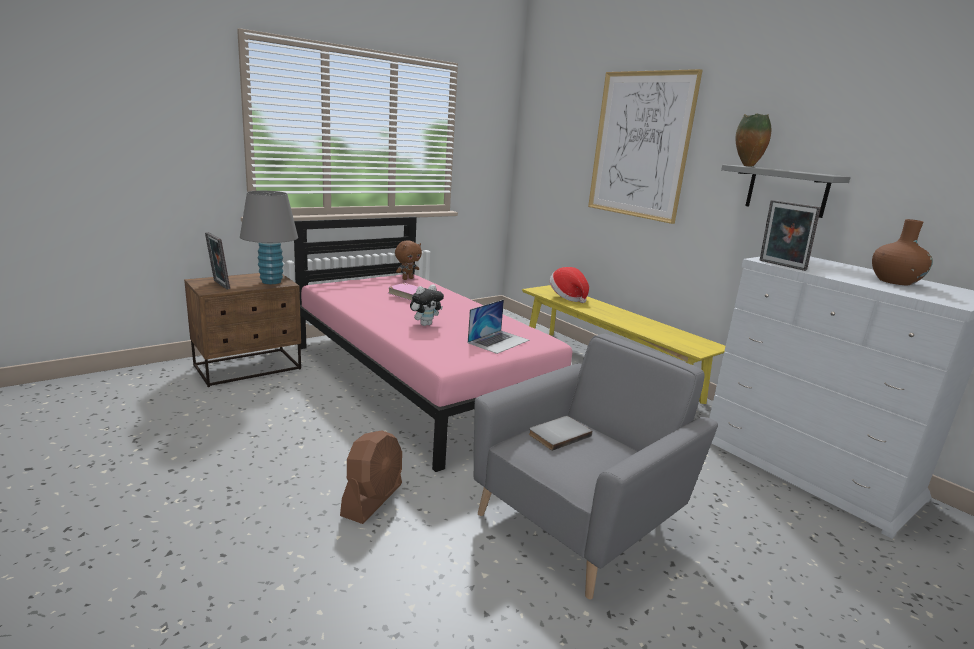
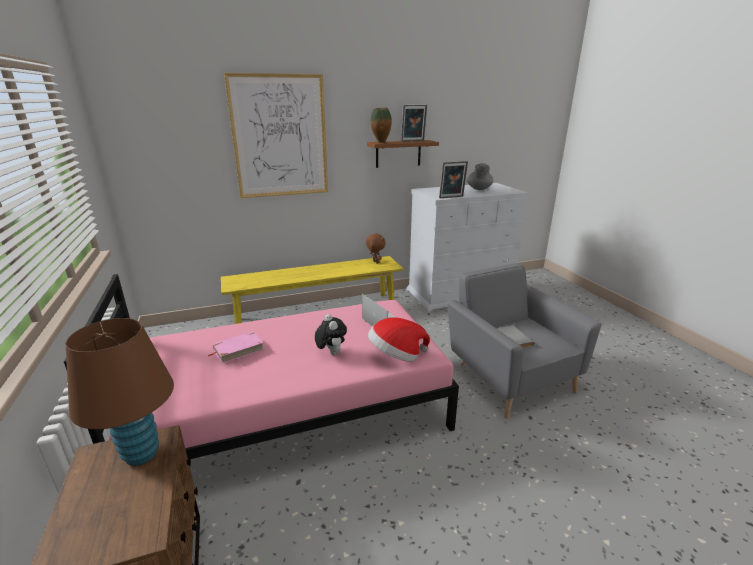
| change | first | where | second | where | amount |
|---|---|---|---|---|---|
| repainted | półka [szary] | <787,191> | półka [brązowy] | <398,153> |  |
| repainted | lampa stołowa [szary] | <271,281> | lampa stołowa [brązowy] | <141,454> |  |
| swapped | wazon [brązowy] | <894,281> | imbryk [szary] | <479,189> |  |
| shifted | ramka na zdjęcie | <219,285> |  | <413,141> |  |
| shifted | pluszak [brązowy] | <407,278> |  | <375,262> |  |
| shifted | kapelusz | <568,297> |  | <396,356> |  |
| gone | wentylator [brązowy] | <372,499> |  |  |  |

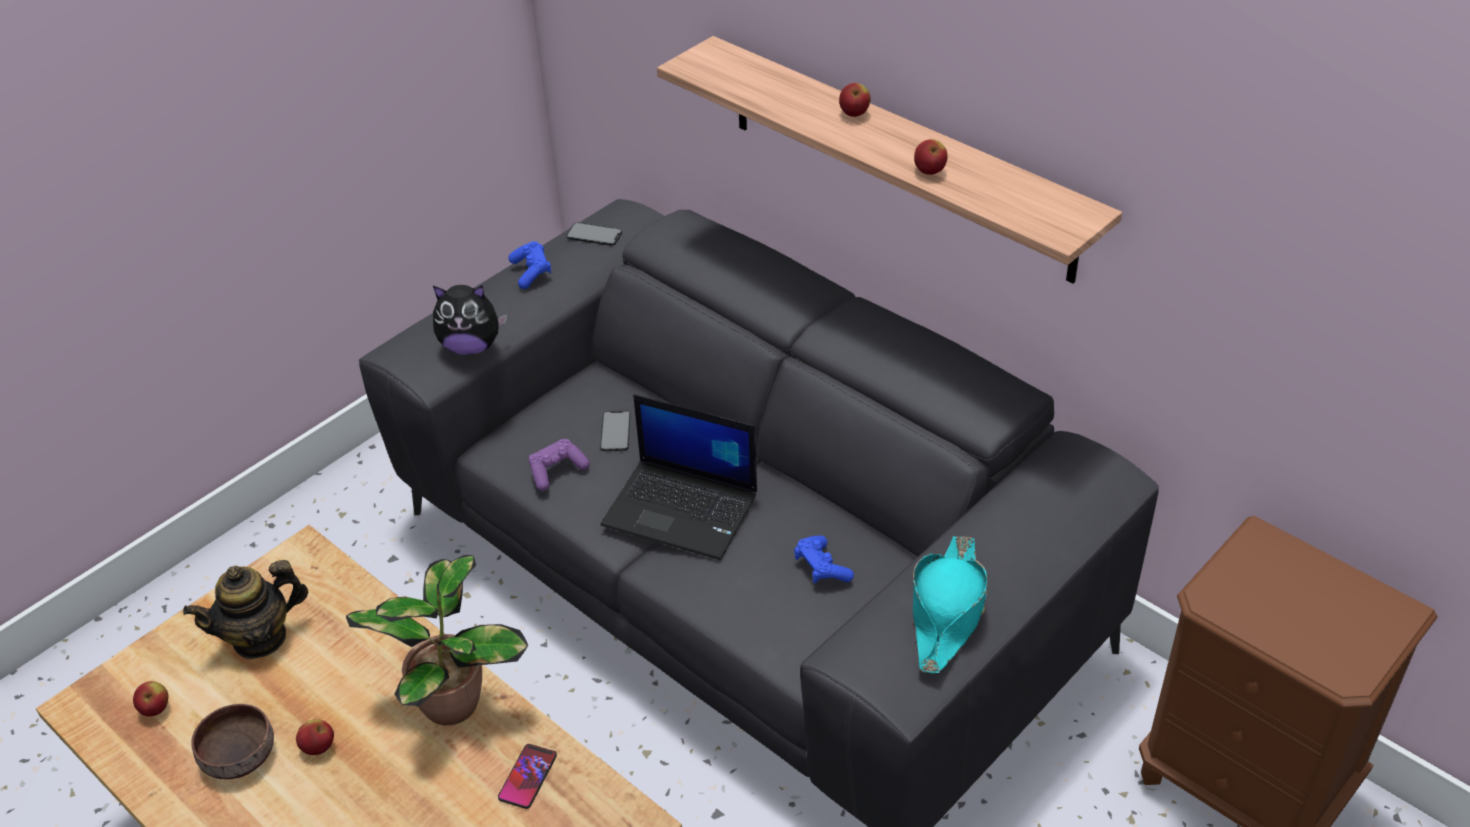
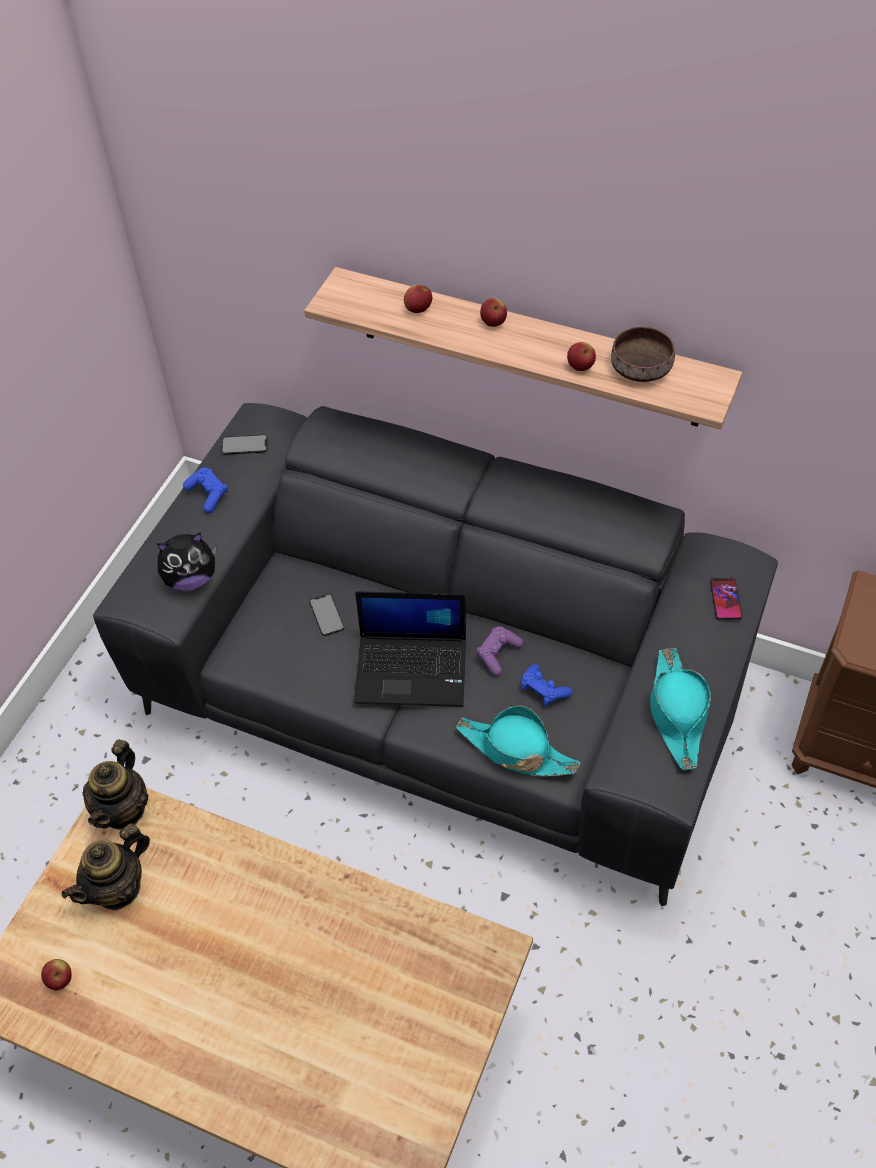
| change | first | where | second | where | amount |
|---|---|---|---|---|---|
| shifted | pad do gier [fioletowy] | <557,471> |  | <498,654> |  |
| gone | roślina doniczkowa | <454,700> |  |  |  |
| shifted | miska [brązowy] | <238,754> |  | <639,368> |  |
| shifted | jabłko | <318,747> |  | <418,309> |  |
| shifted | telefon | <527,777> |  | <725,599> |  |
| new |  |  | kapelusz [turkusowy] | <516,750> |  |
| new |  |  | imbryk | <123,809> |  |

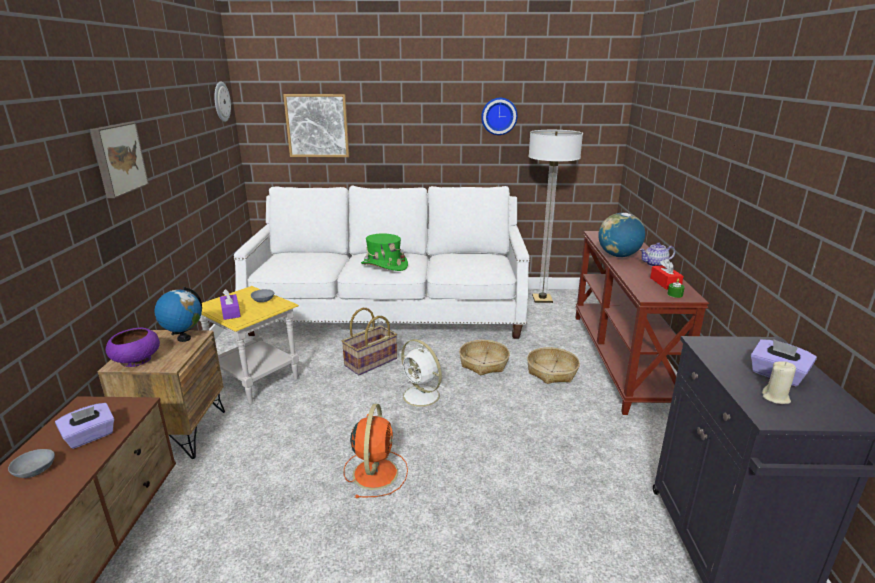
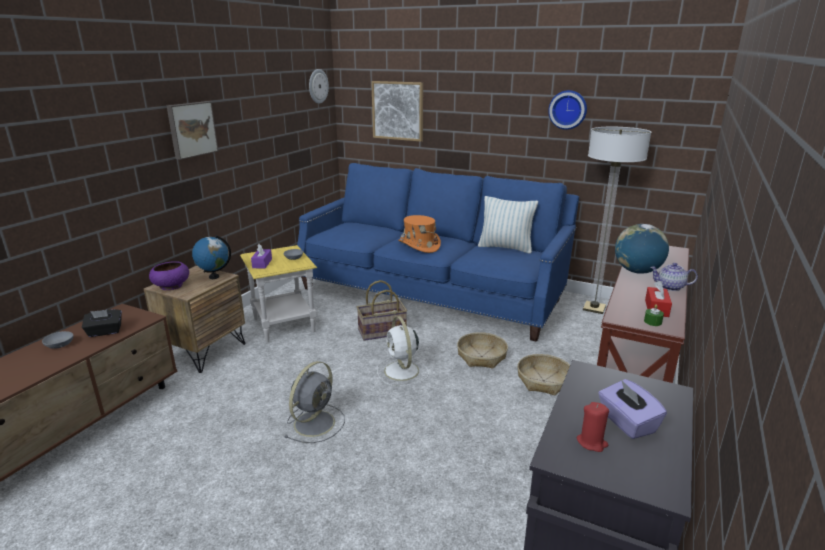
| change | first | where | second | where | amount |
|---|---|---|---|---|---|
| repainted | kanapa [biały] | <390,312> | kanapa [niebieski] | <432,292> |  |
| repainted | kapelusz [zielony] | <384,265> | kapelusz [pomarańczowy] | <419,246> |  |
| repainted | świeca [beżowy] | <776,398> | świeca [czerwony] | <592,442> |  |
| repainted | pudełko chusteczek [fioletowy] | <90,436> | pudełko chusteczek [czarny] | <105,332> |  |
| repainted | wentylator [pomarańczowy] | <375,472> | wentylator [szary] | <315,422> |  |
| new |  |  | poduszka | <505,248> |  |

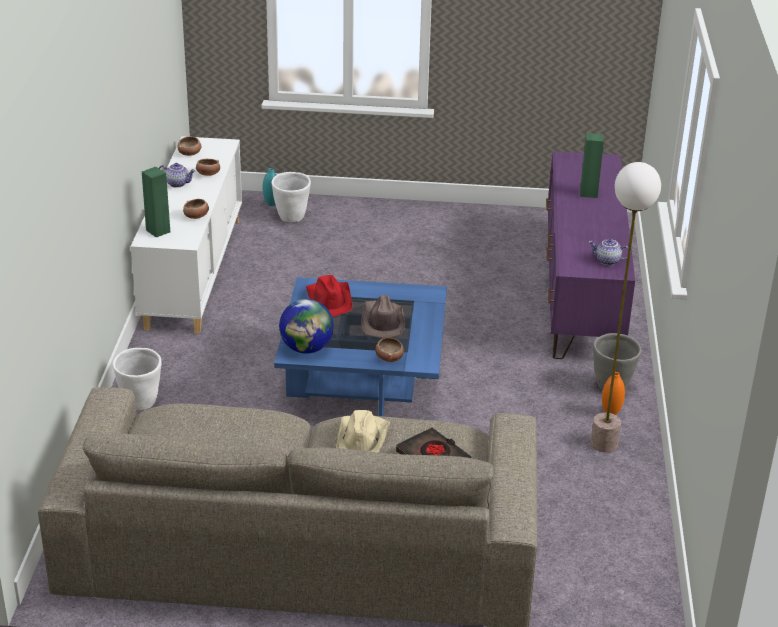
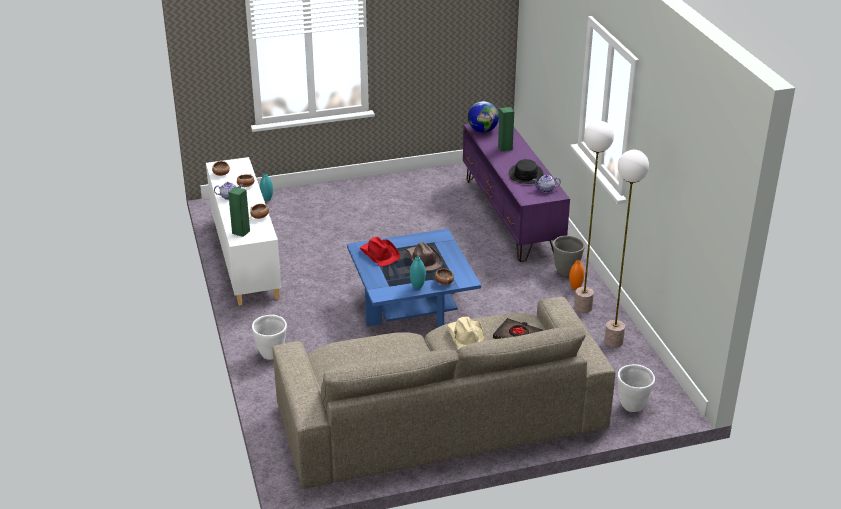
| change | first | where | second | where | amount |
|---|---|---|---|---|---|
| shifted | donica [biały] | <291,218> |  | <632,406> |  |
| shifted | globus | <307,348> |  | <483,130> |  |
| new |  |  | lampa stojąca | <613,341> |  |
| new |  |  | kapelusz [czarny] | <526,174> |  |
| new |  |  | wazon [turkusowy] | <417,287> |  |

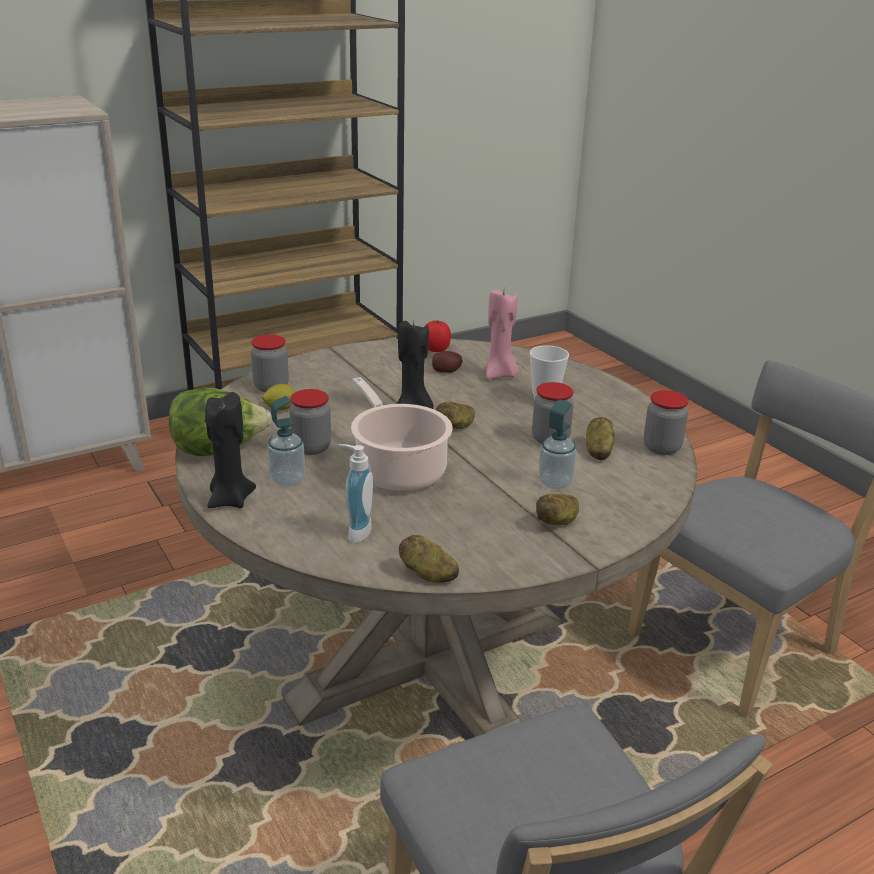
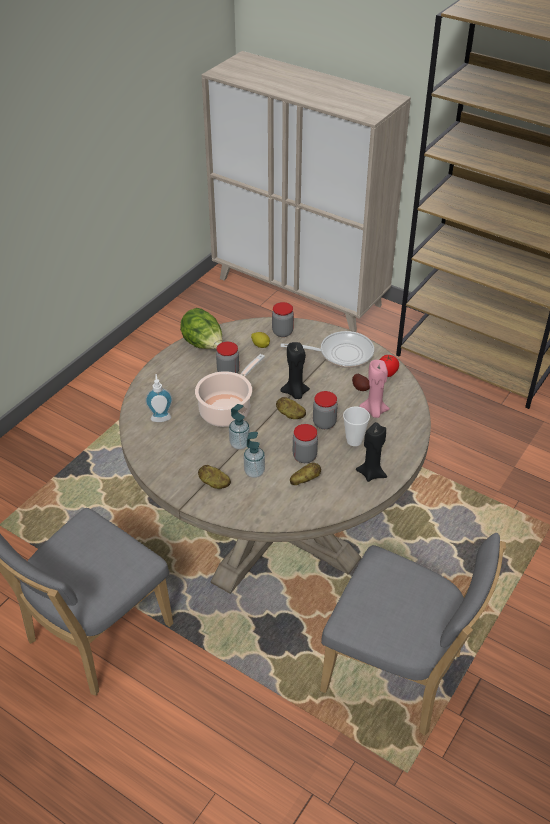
| change | first | where | second | where | amount |
|---|---|---|---|---|---|
| shifted | słoik | <662,448> |  | <324,423> |  |
| shifted | świeca [czarny] | <230,500> |  | <371,473> |  |
| shifted | dozownik mydła | <287,480> |  | <239,444> |  |
| gone | ziemniak | <427,574> |  |  |  |
| new |  |  | patelnia | <341,353> |  |

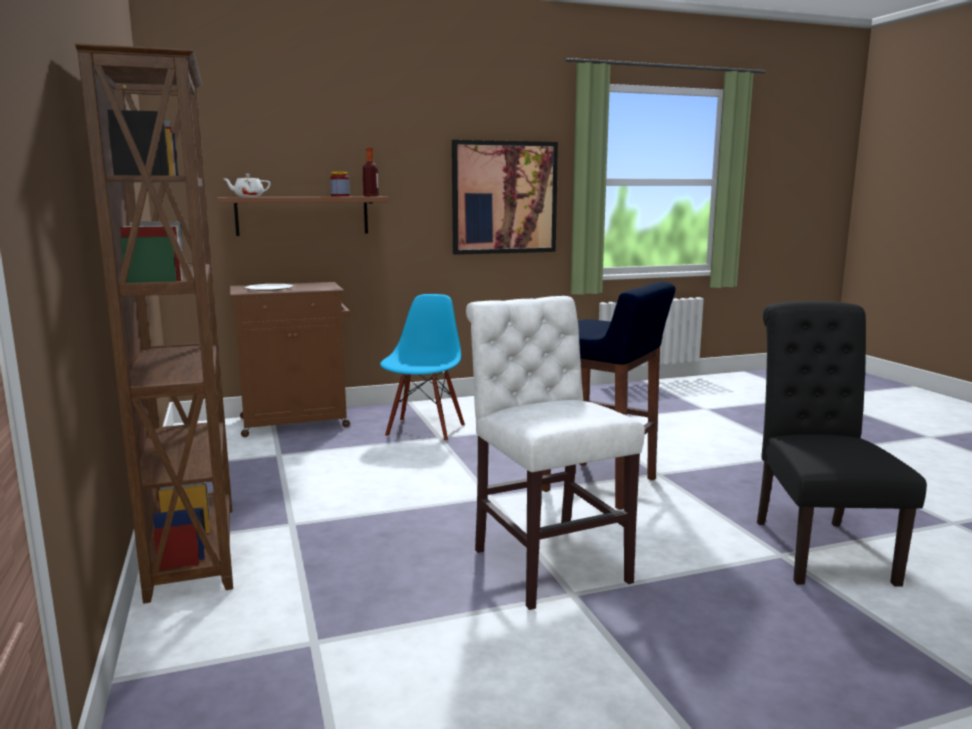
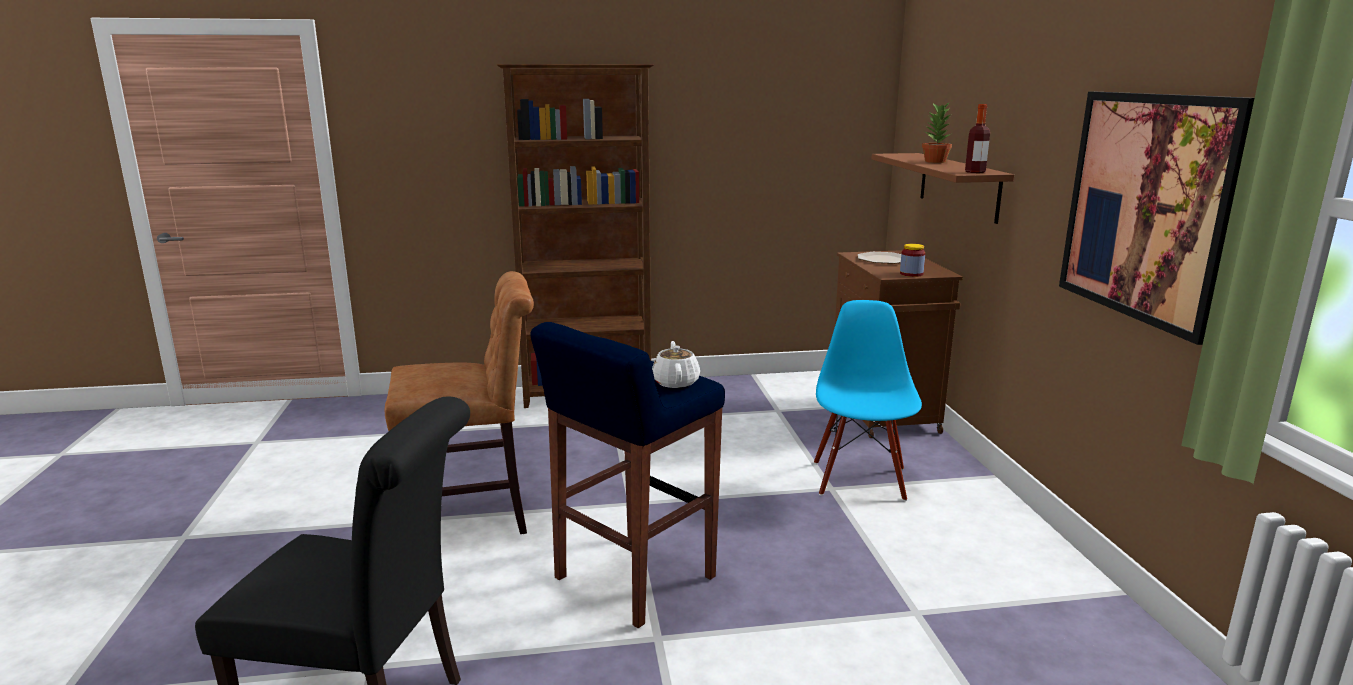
| change | first | where | second | where | amount |
|---|---|---|---|---|---|
| shifted | słoik | <340,196> |  | <911,274> |  |
| shifted | imbryk [biały] | <248,196> |  | <675,382> |  |
| rotated | krzesło [niebieski] | <424,430> |  | <860,480> | 105 degrees counterclockwise |
| repainted | krzesło [biały] | <546,562> | krzesło [brązowy] | <474,515> |  |
| new |  |  | roślina doniczkowa | <935,161> |  |

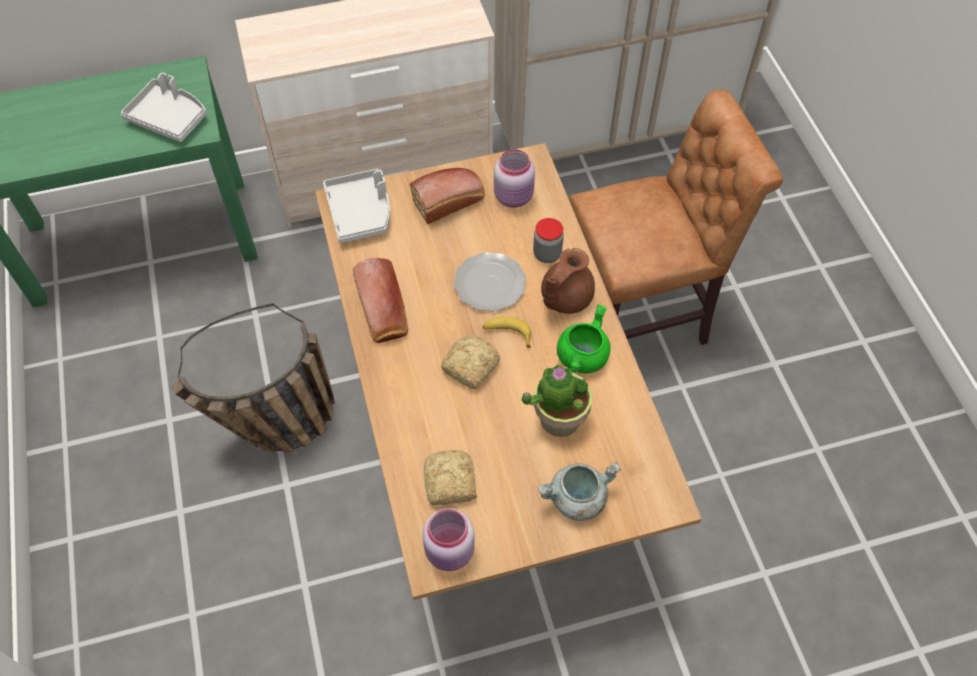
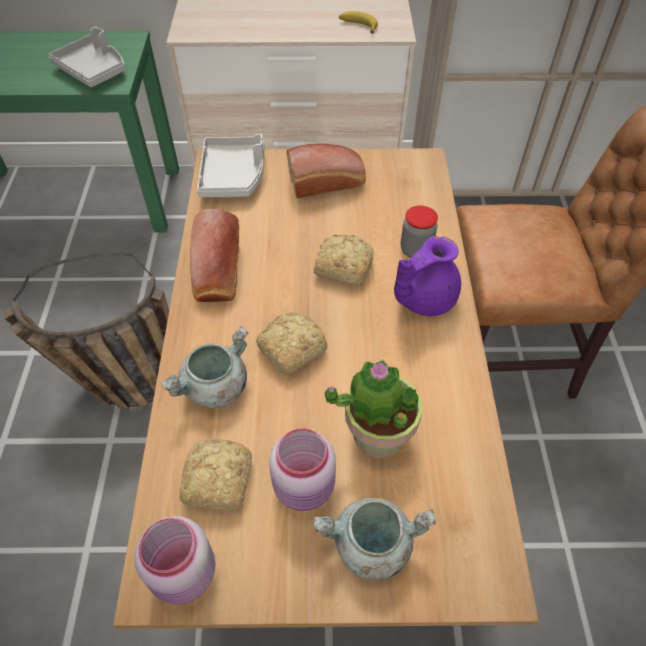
| change | first | where | second | where | amount |
|---|---|---|---|---|---|
| shifted | słoik [różowy] | <514,197> |  | <305,487> |  |
| repainted | imbryk [brązowy] | <564,298> | imbryk [fioletowy] | <422,298> |  |
| swapped | talerz | <489,283> | chleb | <342,266> |  |
| gone | garnek [zielony] | <582,357> |  |  |  |
| shifted | banan | <507,333> |  | <358,26> |  |
| new |  |  | garnek [szary] | <215,388> |  |

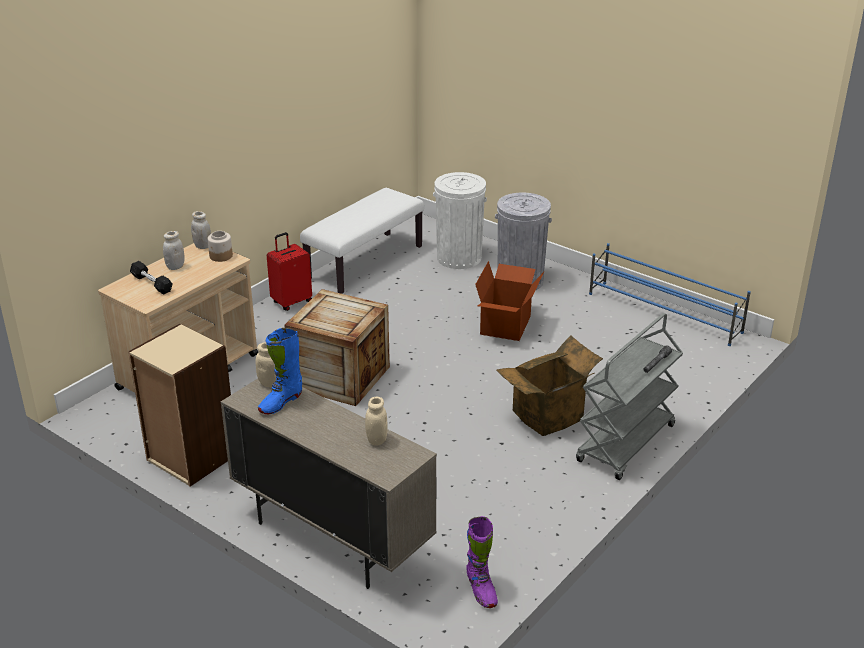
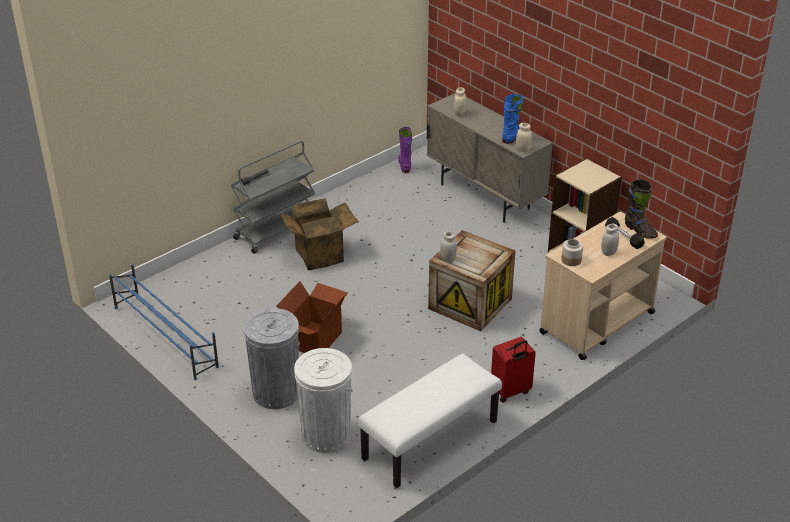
| change | first | where | second | where | amount |
|---|---|---|---|---|---|
| shifted | słoik [biały] | <202,246> |  | <448,259> |  |
| new |  |  | but z cholewką [czarny] | <640,231> |  |

